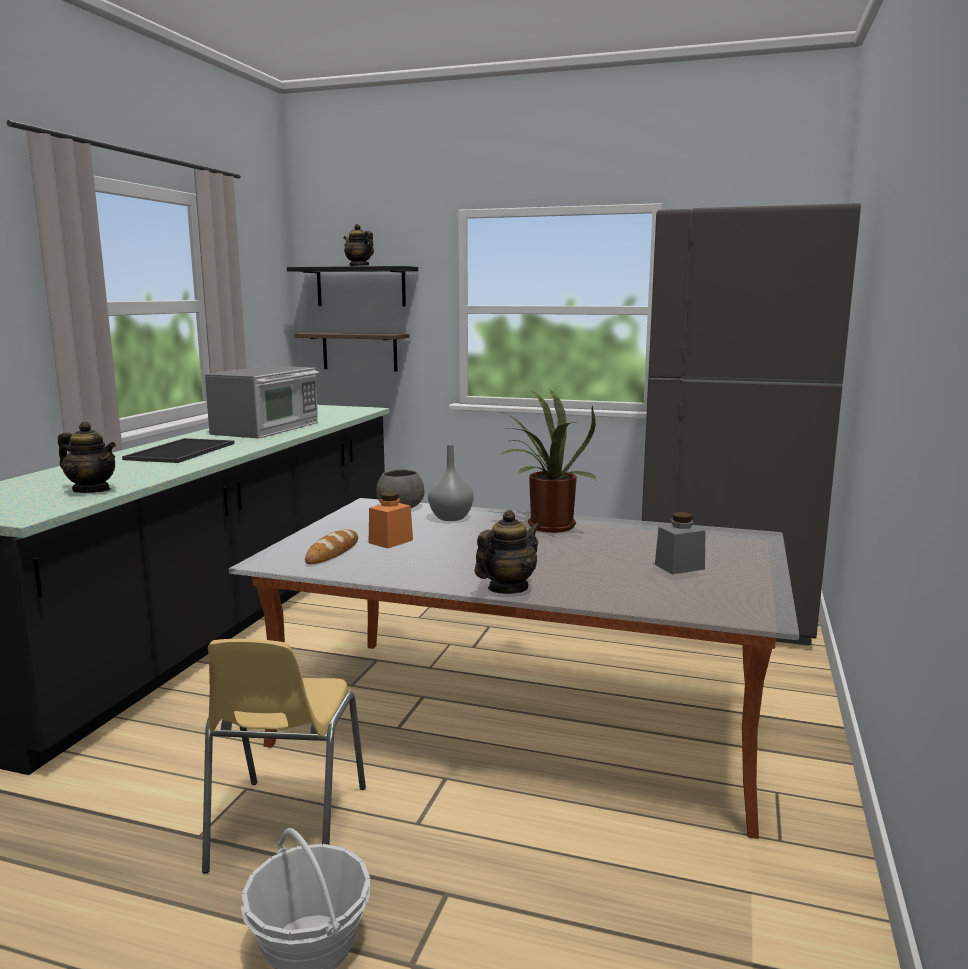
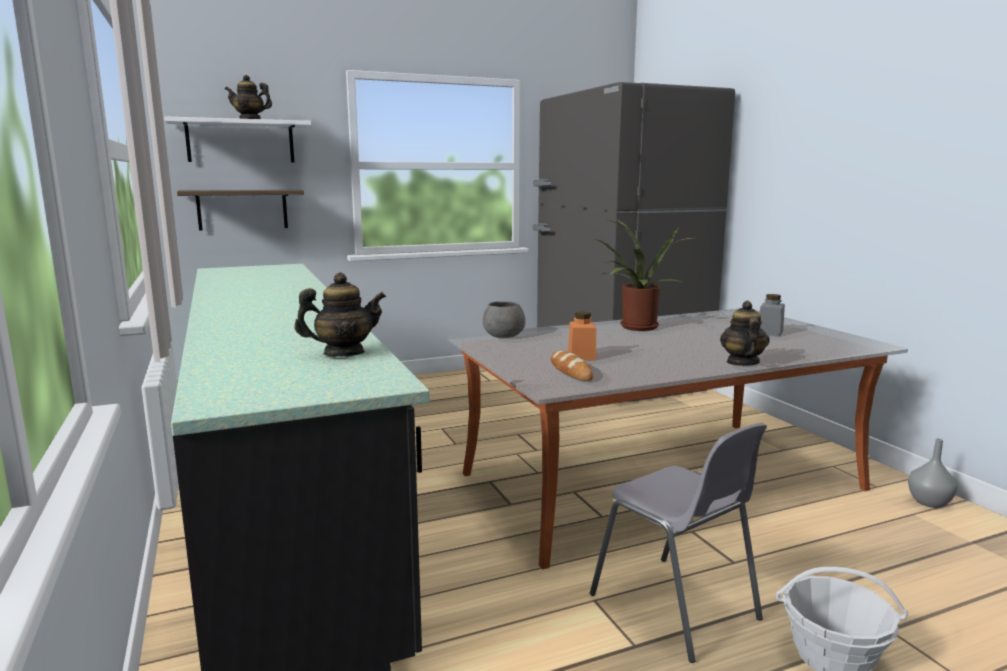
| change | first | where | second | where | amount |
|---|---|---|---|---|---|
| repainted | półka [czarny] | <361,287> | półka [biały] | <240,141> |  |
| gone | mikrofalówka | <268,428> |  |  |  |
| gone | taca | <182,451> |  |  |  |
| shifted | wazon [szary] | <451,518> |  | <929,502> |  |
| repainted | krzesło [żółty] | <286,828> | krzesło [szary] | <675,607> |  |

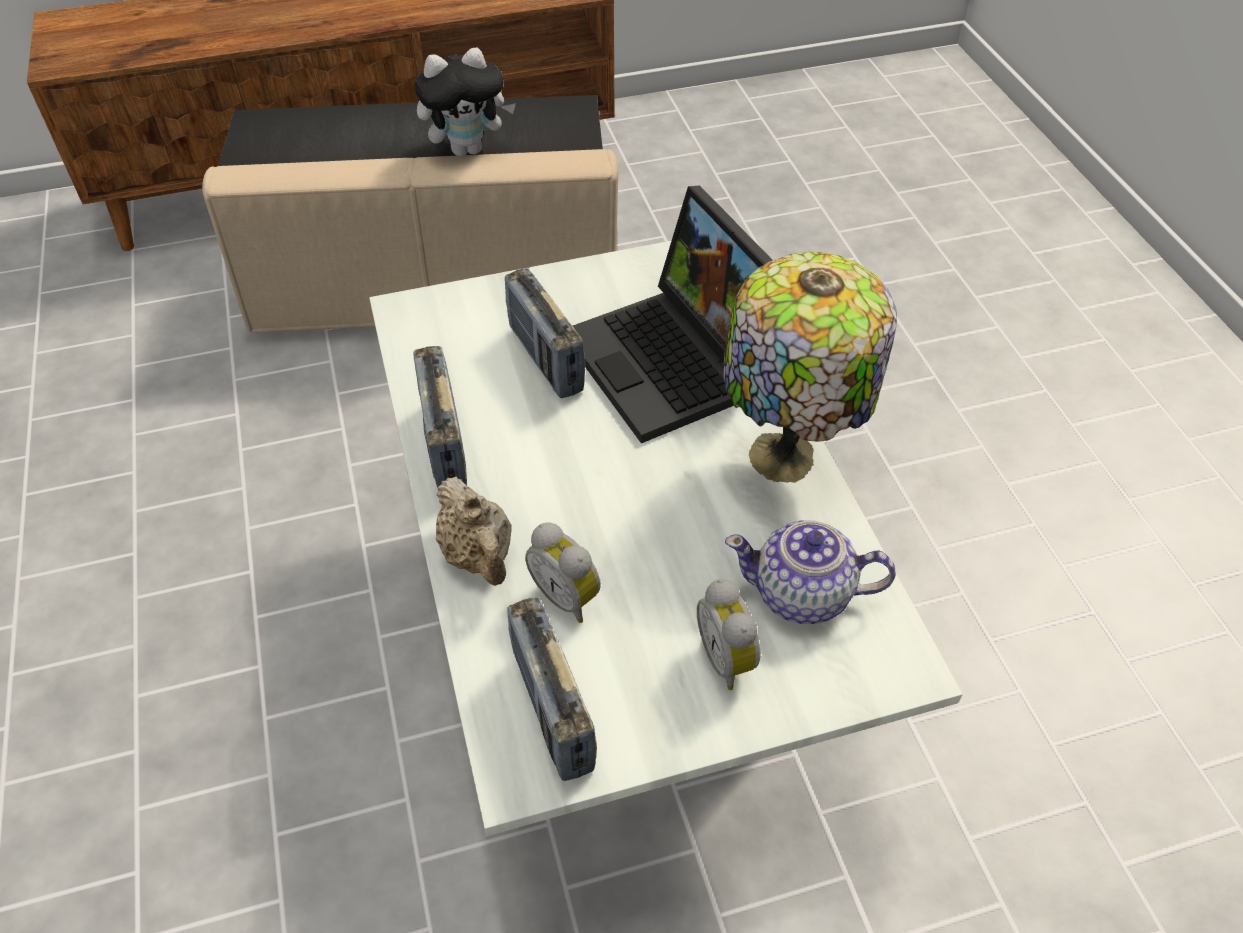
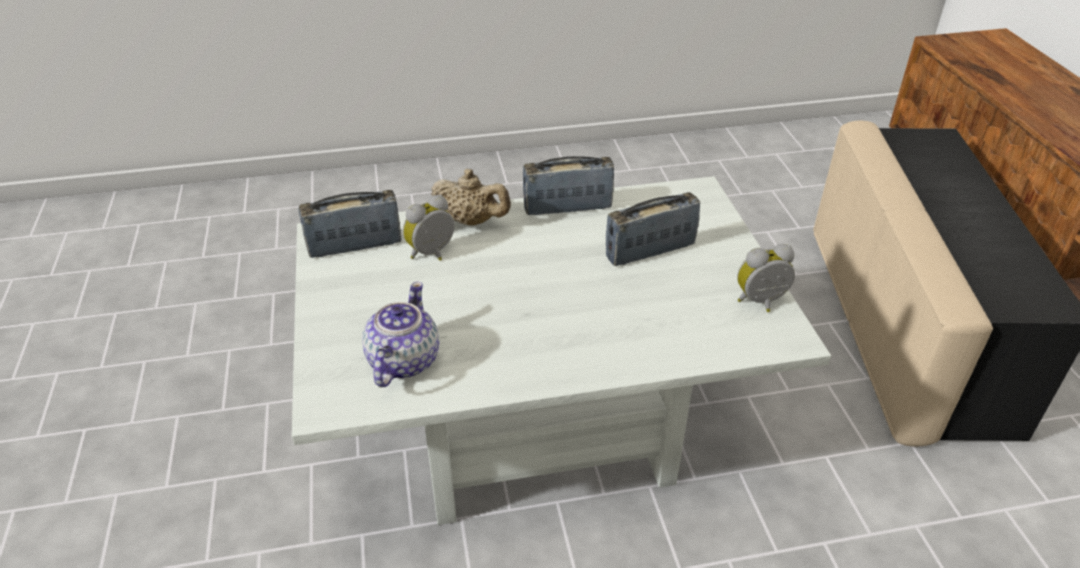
| change | first | where | second | where | amount |
|---|---|---|---|---|---|
| gone | pluszak | <468,149> |  |  |  |
| gone | laptop | <675,363> |  |  |  |
| gone | lampa stołowa | <786,460> |  |  |  |
| rotated | imbryk [beżowy] | <479,556> |  | <472,221> | 135 degrees counterclockwise |
| shifted | budzik | <728,658> |  | <762,303> |  |

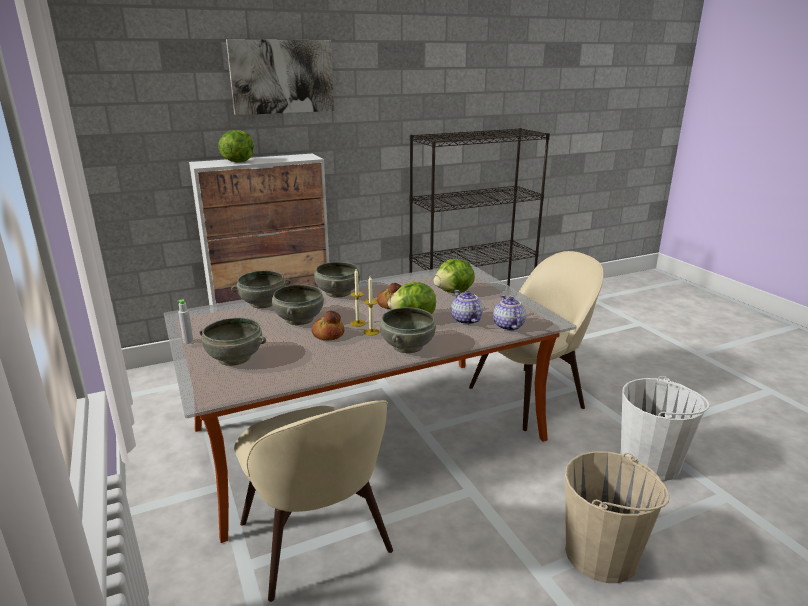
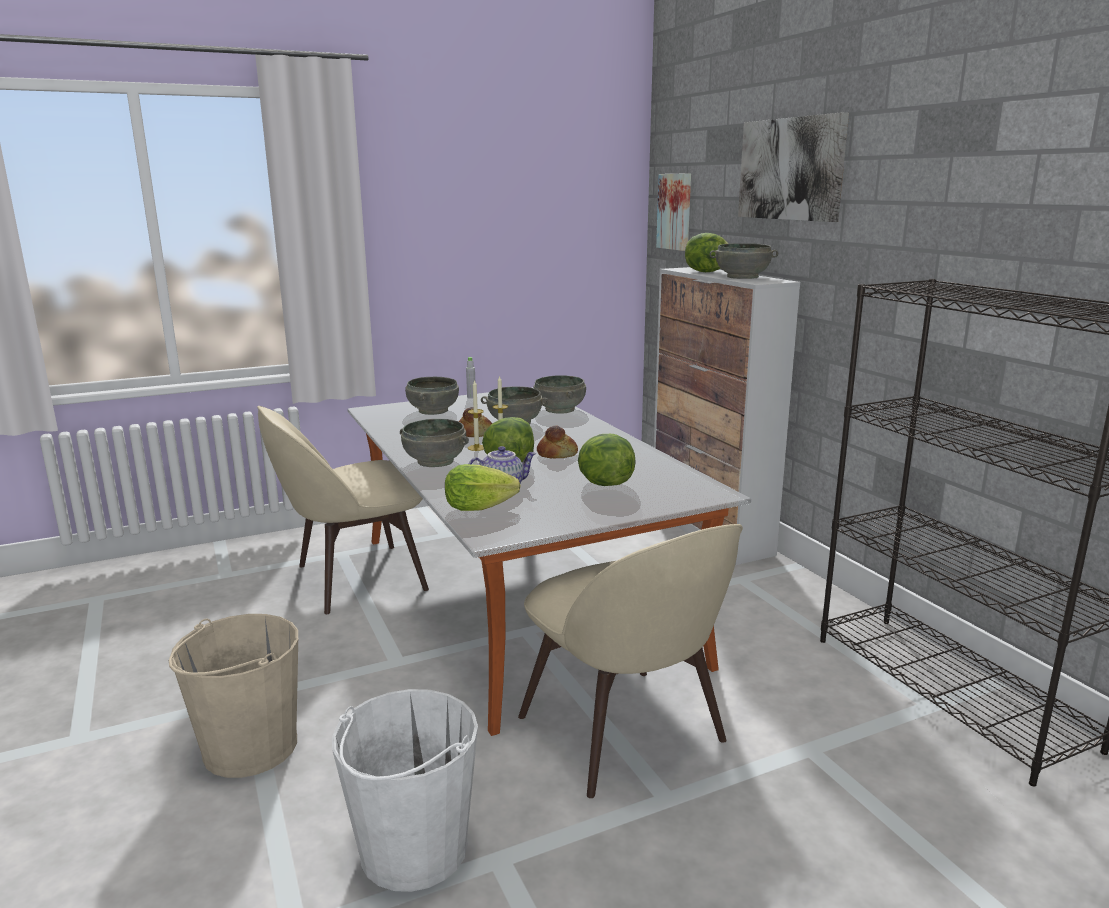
| change | first | where | second | where | amount |
|---|---|---|---|---|---|
| shifted | miska [szary] | <337,292> |  | <742,277> |  |
| swapped | imbryk | <507,326> | sałata | <478,508> |  |
| new |  |  | obraz | <676,211> |  |

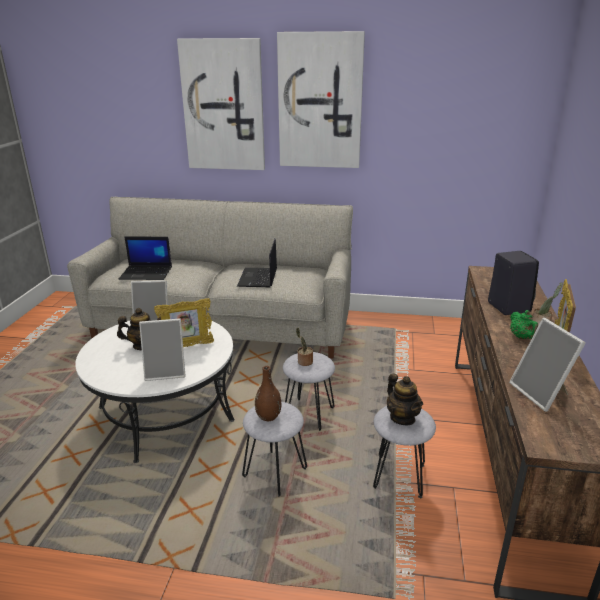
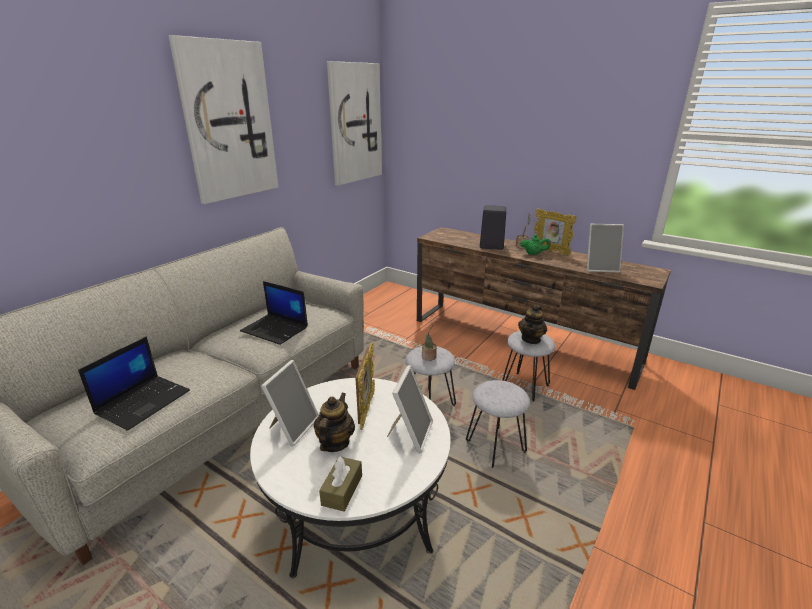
| change | first | where | second | where | amount |
|---|---|---|---|---|---|
| shifted | obraz | <223,106> |  | <354,123> |  |
| gone | wazon [brązowy] | <268,417> |  |  |  |
| rotated | imbryk | <402,418> |  | <531,339> | 120 degrees clockwise |
| new |  |  | pudełko chusteczek [brązowy] | <342,490> |  |

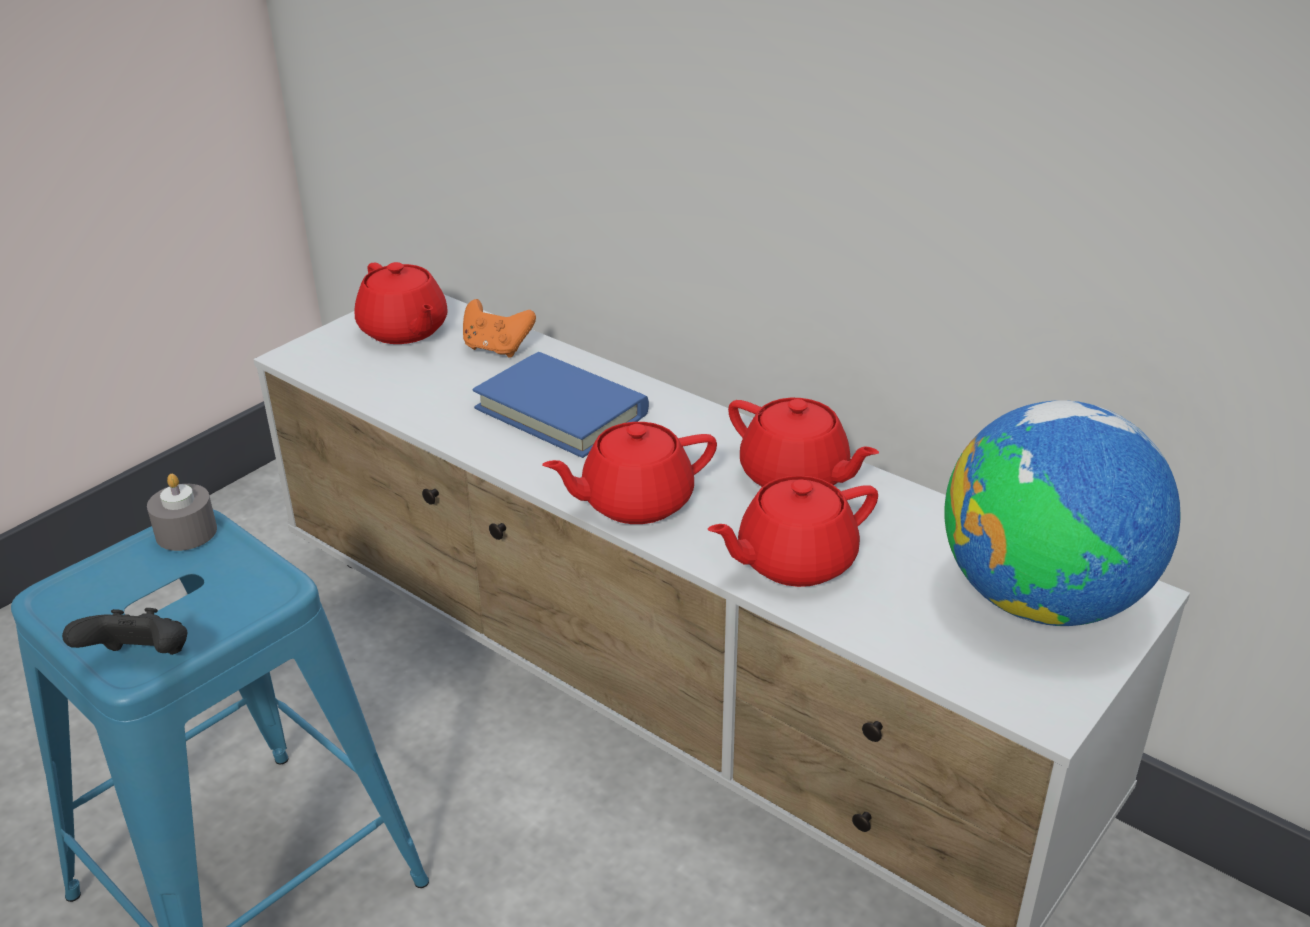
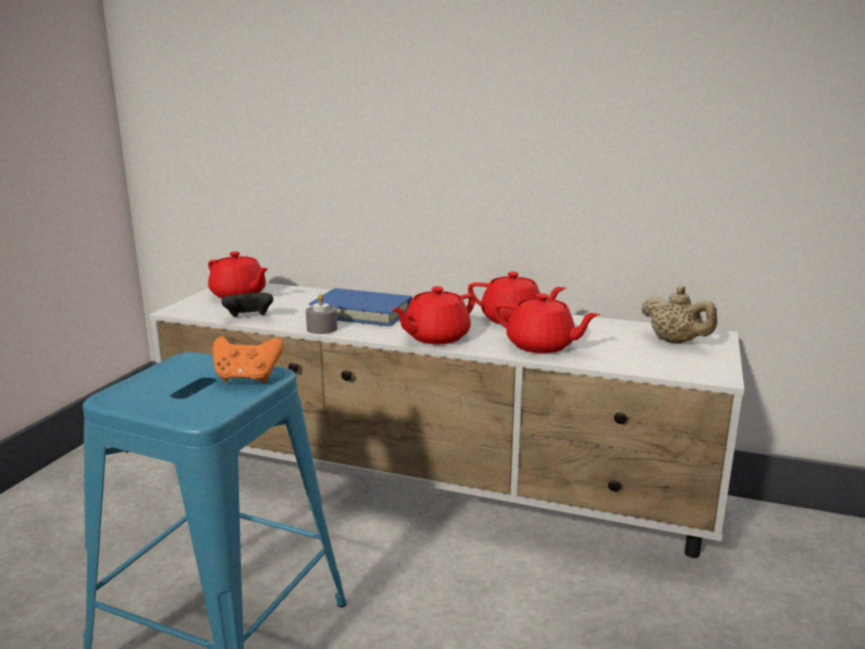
| change | first | where | second | where | amount |
|---|---|---|---|---|---|
| shifted | pad do gier [pomarańczowy] | <497,349> |  | <247,378> |  |
| swapped | globus | <1043,599> | imbryk [beżowy] | <675,342> |  |
| shifted | świeca [szary] | <186,532> |  | <322,328> |  |
| rotated | imbryk [czerwony] | <793,561> |  | <541,346> | 105 degrees counterclockwise |
| shifted | pad do gier [czarny] | <141,661> |  | <249,318> |  |

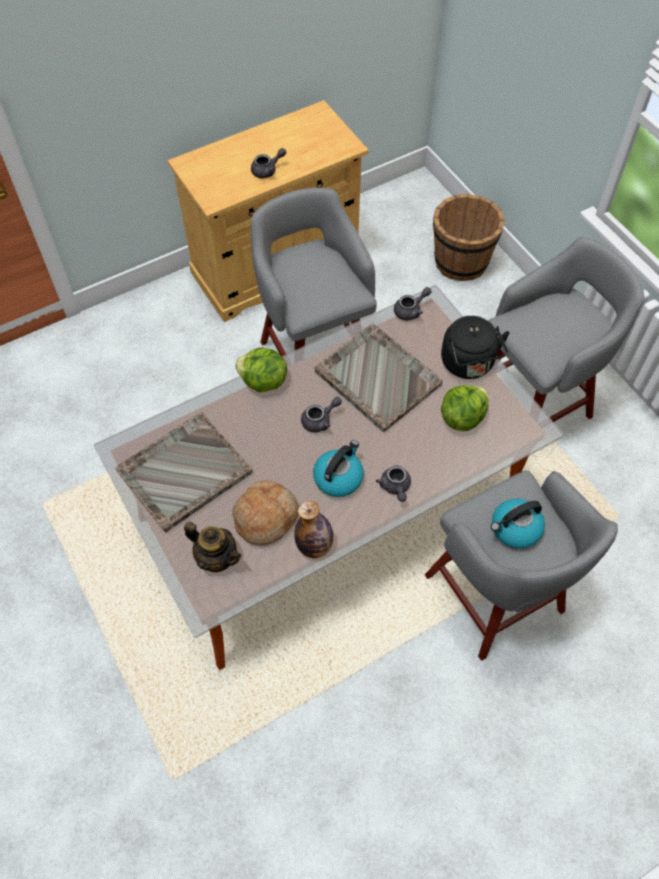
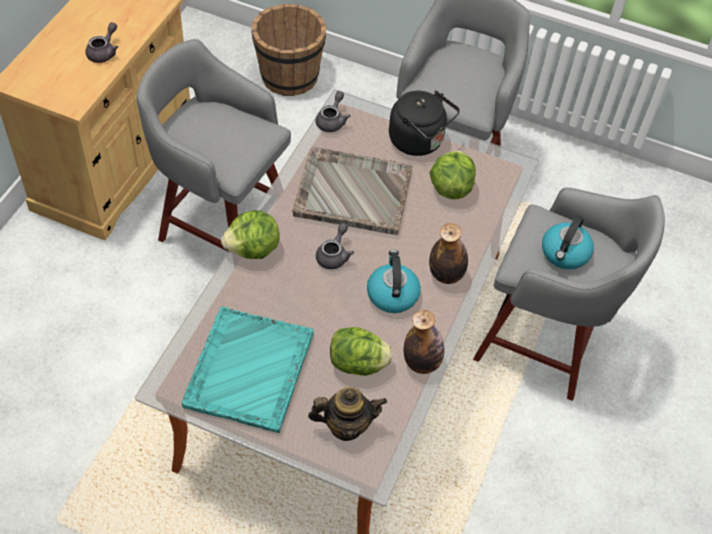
| change | first | where | second | where | amount |
|---|---|---|---|---|---|
| repainted | taca [szary] | <183,472> | taca [turkusowy] | <248,371> |  |
| swapped | imbryk [szary] | <395,487> | butelka | <446,275> |  |
| swapped | chleb | <265,516> | sałata | <358,364> |  |

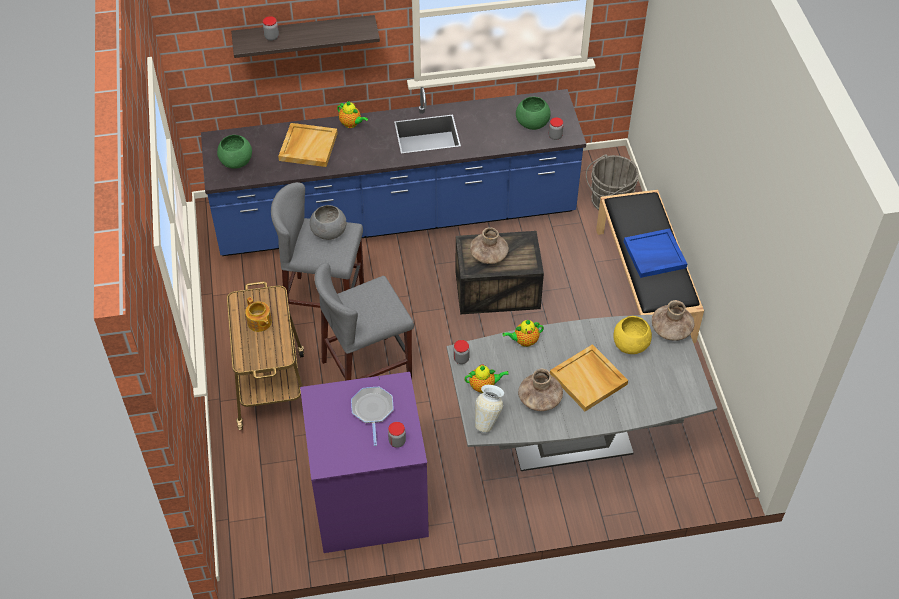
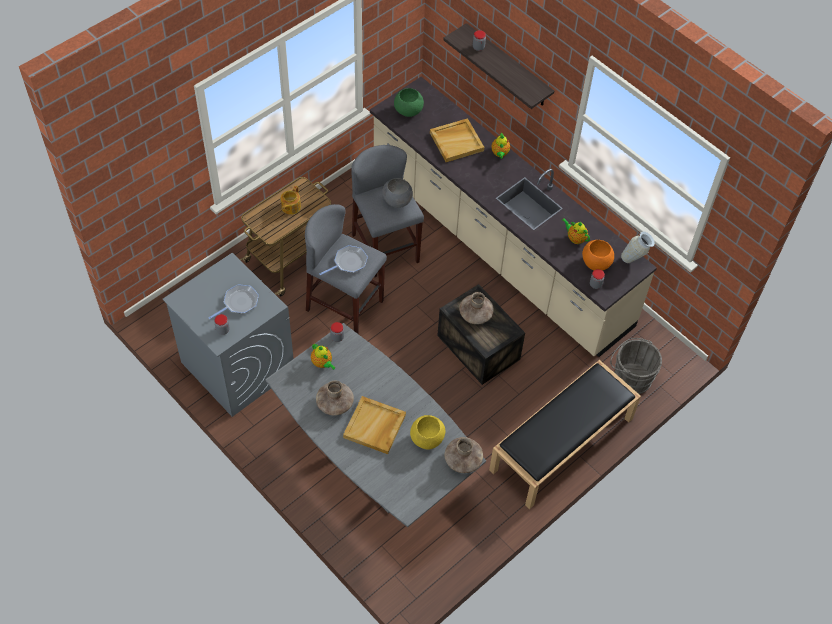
| change | first | where | second | where | amount |
|---|---|---|---|---|---|
| repainted | zabudowa kuchenna [niebieski] | <396,217> | zabudowa kuchenna [beżowy] | <498,247> |  |
| repainted | miska [zielony] | <532,124> | miska [pomarańczowy] | <595,263> |  |
| gone | taca [niebieski] | <654,255> |  |  |  |
| shifted | imbryk | <524,341> |  | <575,238> |  |
| repainted | pralka [fioletowy] | <368,501> | pralka [szary] | <237,366> |  |
| shifted | wazon | <488,421> |  | <635,259> |  |
| new |  |  | patelnia | <348,262> |  |

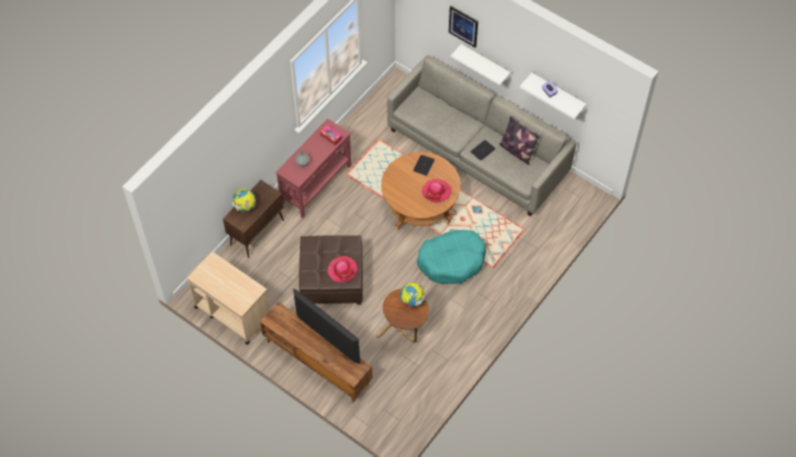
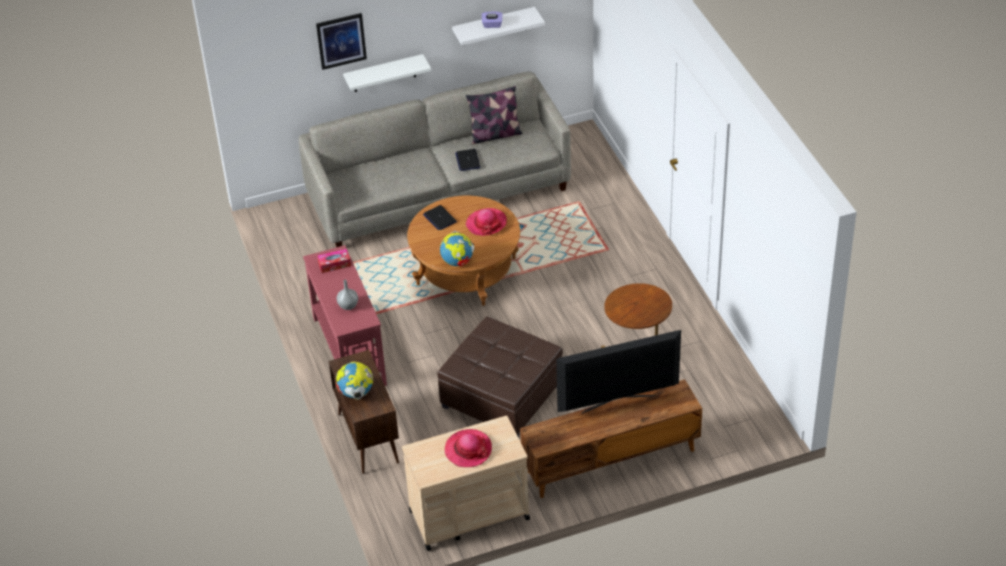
| change | first | where | second | where | amount |
|---|---|---|---|---|---|
| gone | legowisko [turkusowy] | <452,261> |  |  |  |
| shifted | kapelusz | <342,270> |  | <468,450> |  |
| shifted | globus | <412,301> |  | <457,262> |  |

